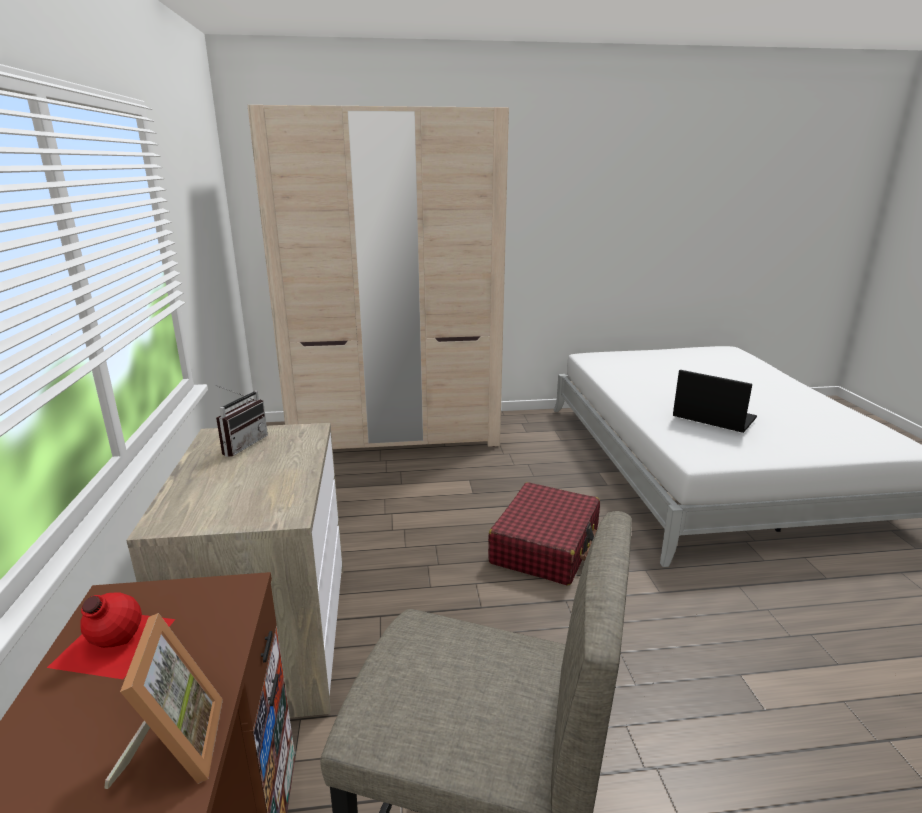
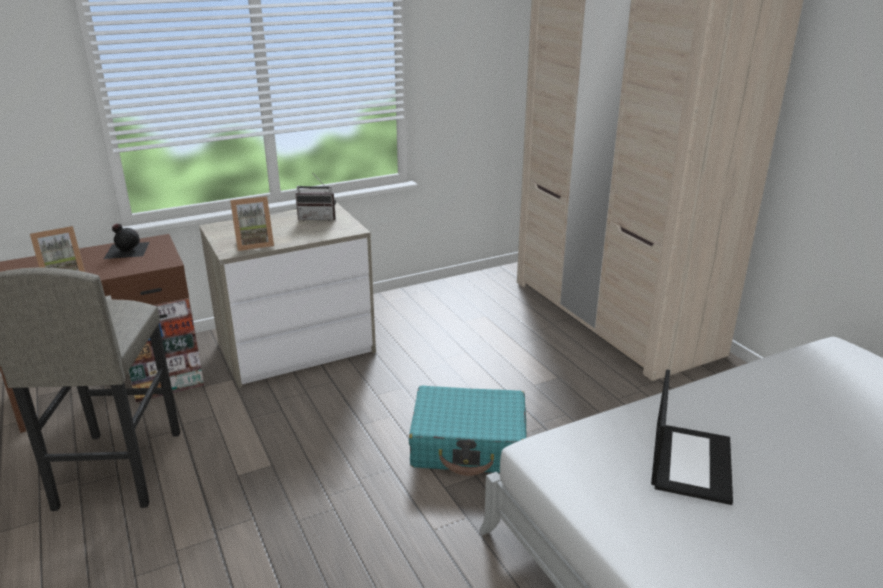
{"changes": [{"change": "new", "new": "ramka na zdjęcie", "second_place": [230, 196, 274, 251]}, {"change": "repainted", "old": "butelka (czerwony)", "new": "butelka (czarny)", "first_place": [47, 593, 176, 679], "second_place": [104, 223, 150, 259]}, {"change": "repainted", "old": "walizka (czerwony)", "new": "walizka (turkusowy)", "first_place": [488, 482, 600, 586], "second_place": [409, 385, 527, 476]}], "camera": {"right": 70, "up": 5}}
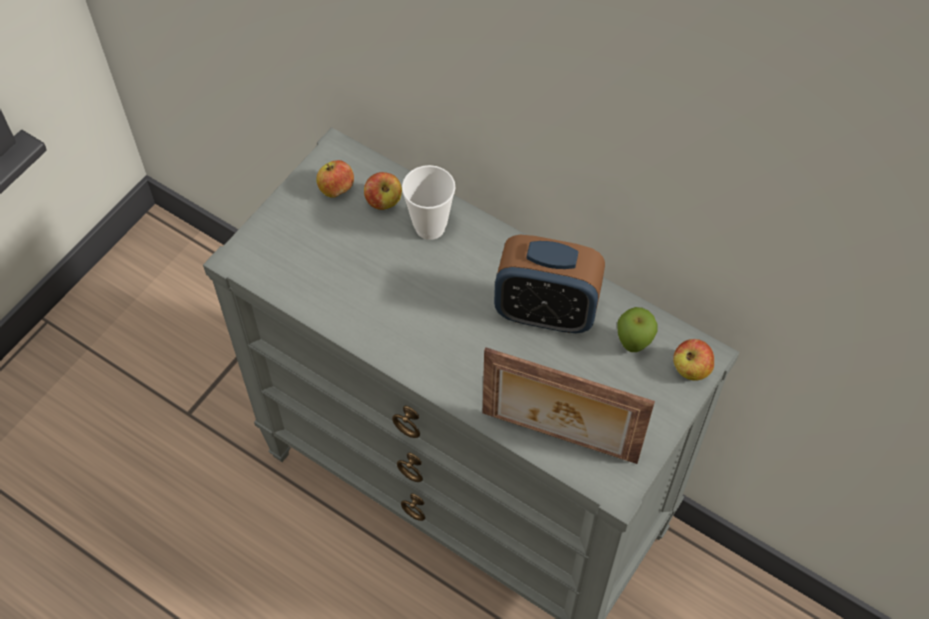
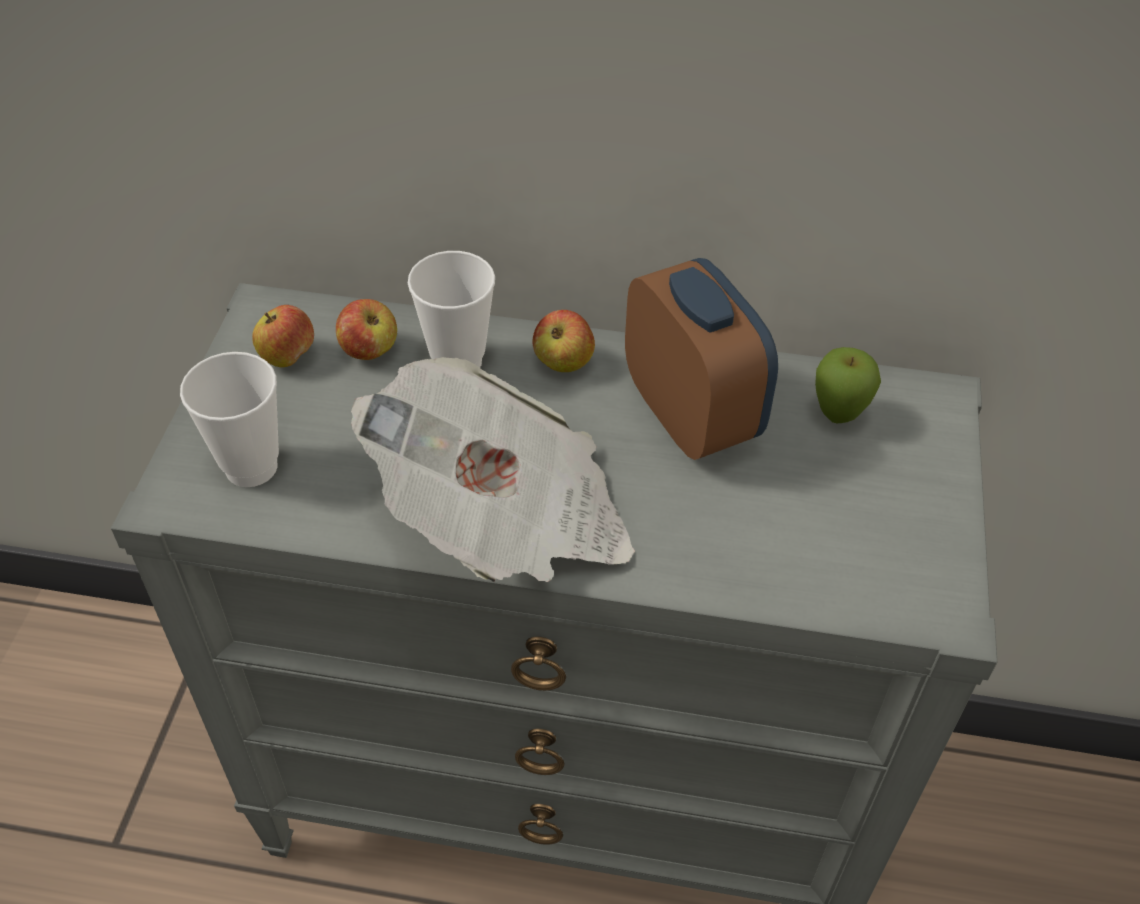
{"changes": [{"change": "gone", "old": "ramka na zdjęcie", "first_place": [483, 347, 655, 464]}, {"change": "new", "new": "filiżanka", "second_place": [180, 352, 279, 487]}, {"change": "new", "new": "gazeta", "second_place": [351, 357, 635, 582]}, {"change": "shifted", "old": "jabłko", "first_place": [673, 339, 714, 381], "second_place": [532, 310, 595, 372]}, {"change": "rotated", "old": "budzik", "first_place": [494, 234, 605, 333], "second_place": [625, 258, 778, 460], "degrees": -105}], "camera": {"right": -25, "up": -10}}
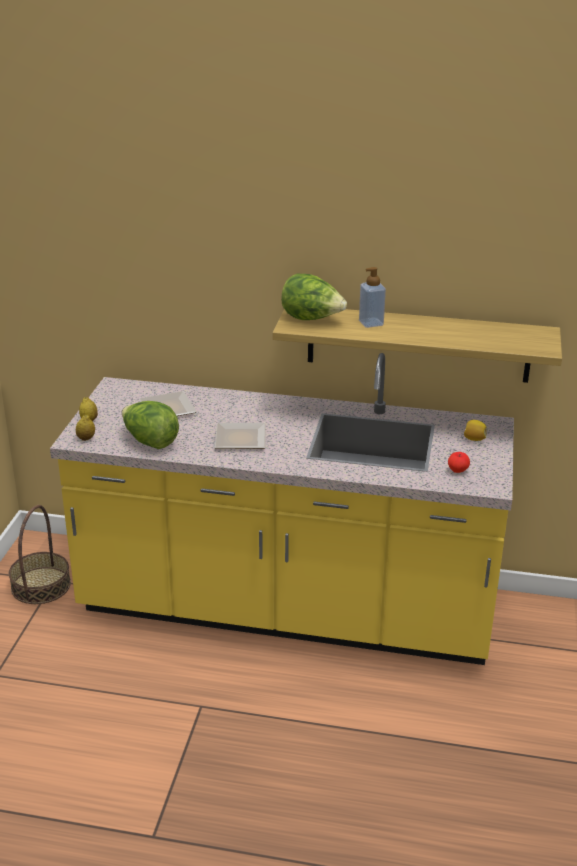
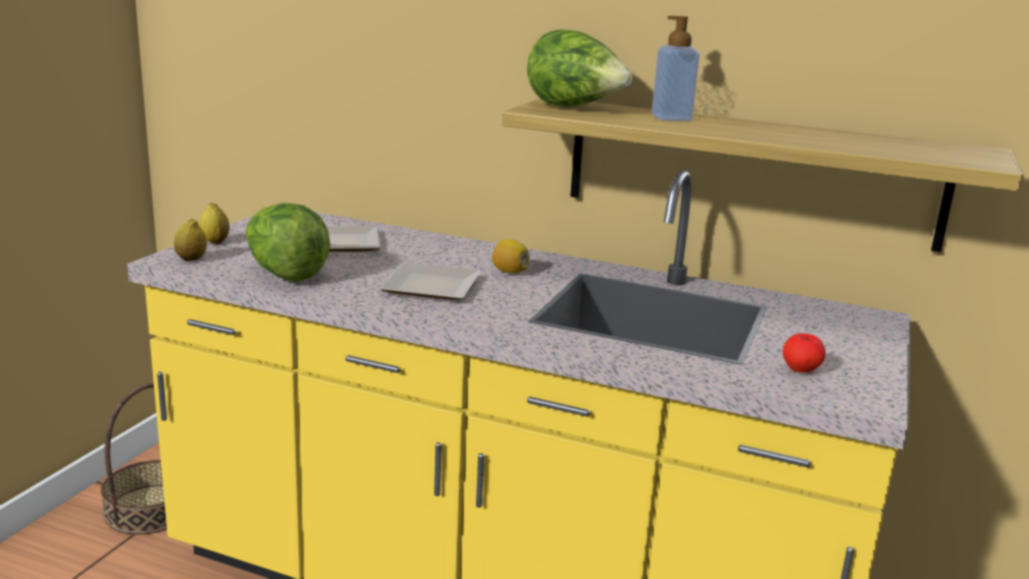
{"changes": [{"change": "shifted", "old": "cytryna", "first_place": [464, 420, 487, 441], "second_place": [492, 239, 530, 273]}], "camera": {"right": 10, "up": -10}}
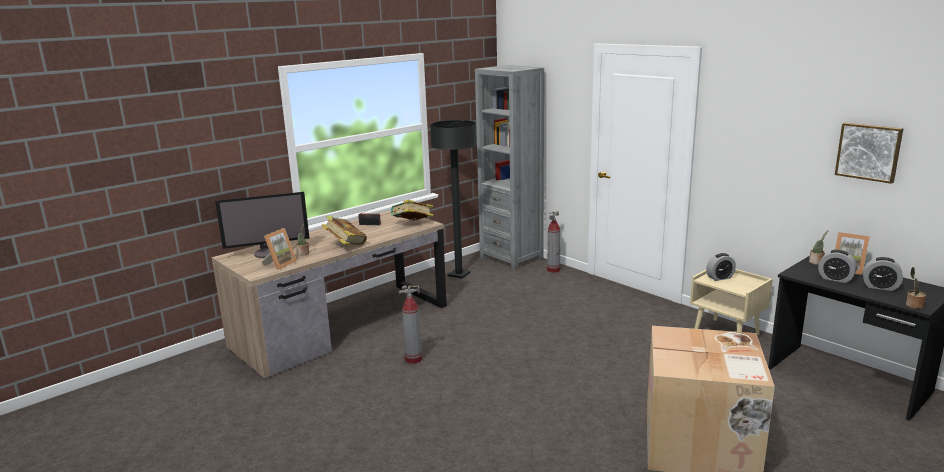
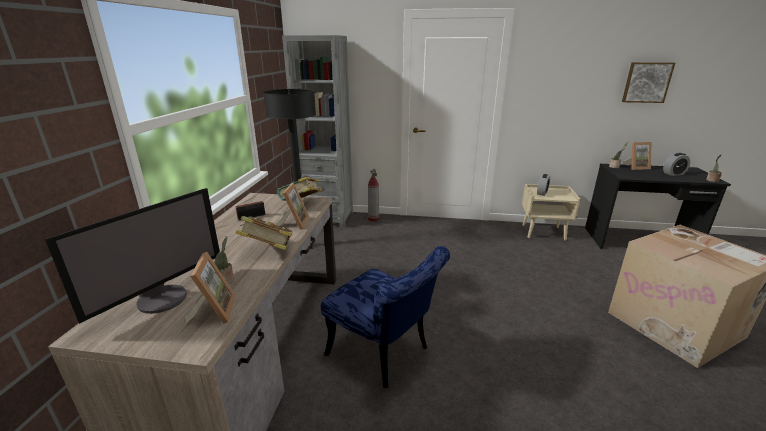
{"changes": [{"change": "gone", "old": "budzik", "first_place": [818, 250, 857, 283]}, {"change": "new", "new": "ramka na zdjęcie", "second_place": [276, 183, 309, 230]}, {"change": "swapped", "old": "gaśnica", "new": "krzesło (niebieski)", "first_place": [399, 285, 422, 364], "second_place": [321, 246, 450, 388]}], "camera": {"right": -40, "up": 5}}
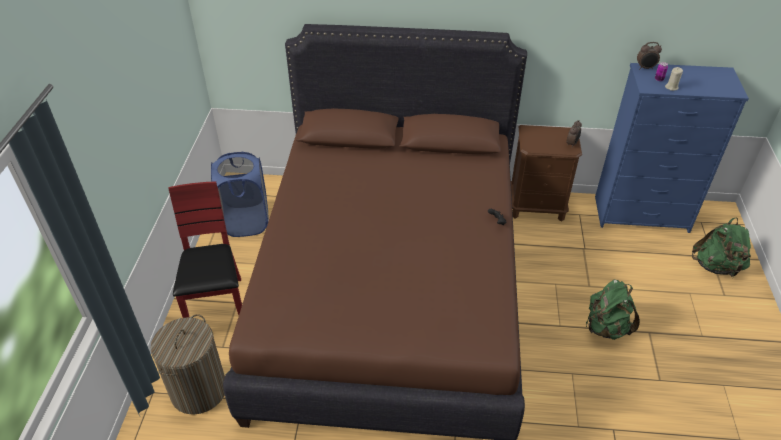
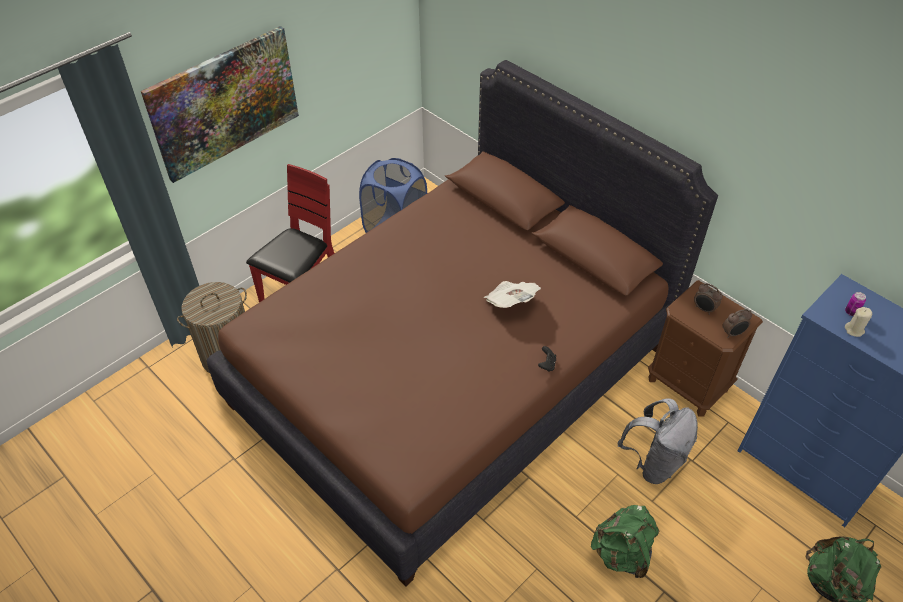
{"changes": [{"change": "new", "new": "obraz", "second_place": [141, 26, 299, 183]}, {"change": "new", "new": "gazeta", "second_place": [484, 281, 541, 308]}, {"change": "new", "new": "plecak (szary)", "second_place": [618, 398, 698, 484]}, {"change": "shifted", "old": "budzik", "first_place": [637, 42, 662, 69], "second_place": [694, 283, 723, 315]}], "camera": {"right": 40, "up": 5}}
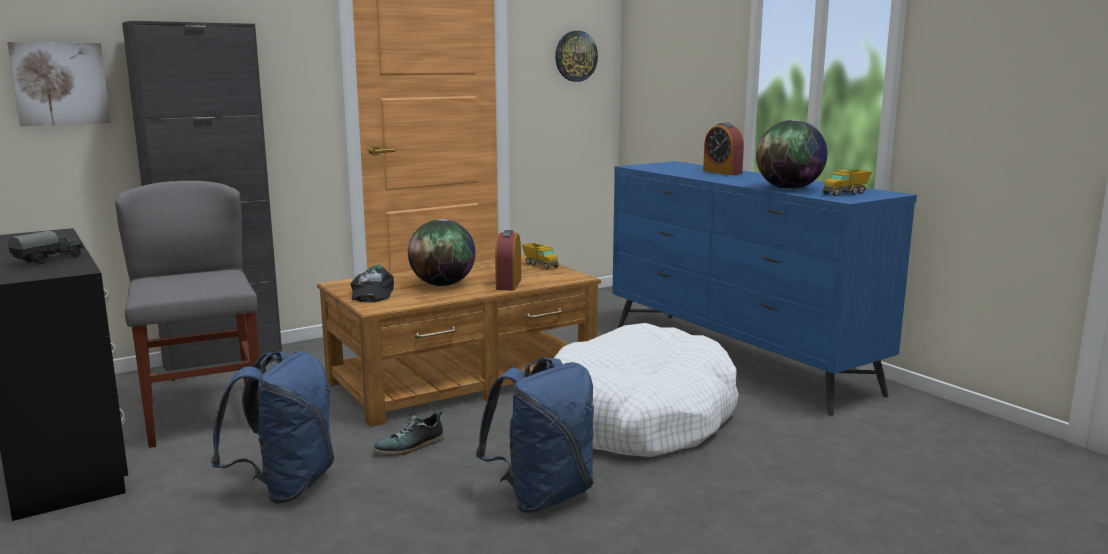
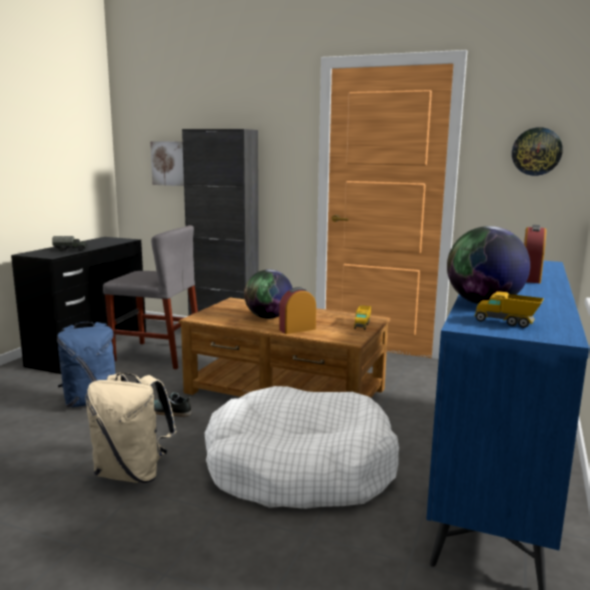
{"changes": [{"change": "gone", "old": "czapka z daszkiem (czarny)", "first_place": [351, 265, 394, 302]}, {"change": "repainted", "old": "plecak (niebieski)", "new": "plecak (beżowy)", "first_place": [476, 358, 594, 513], "second_place": [86, 373, 177, 483]}, {"change": "rotated", "old": "krzesło (szary)", "first_place": [115, 181, 260, 448], "second_place": [103, 225, 198, 369], "degrees": 75}], "camera": {"right": 55, "up": 0}}
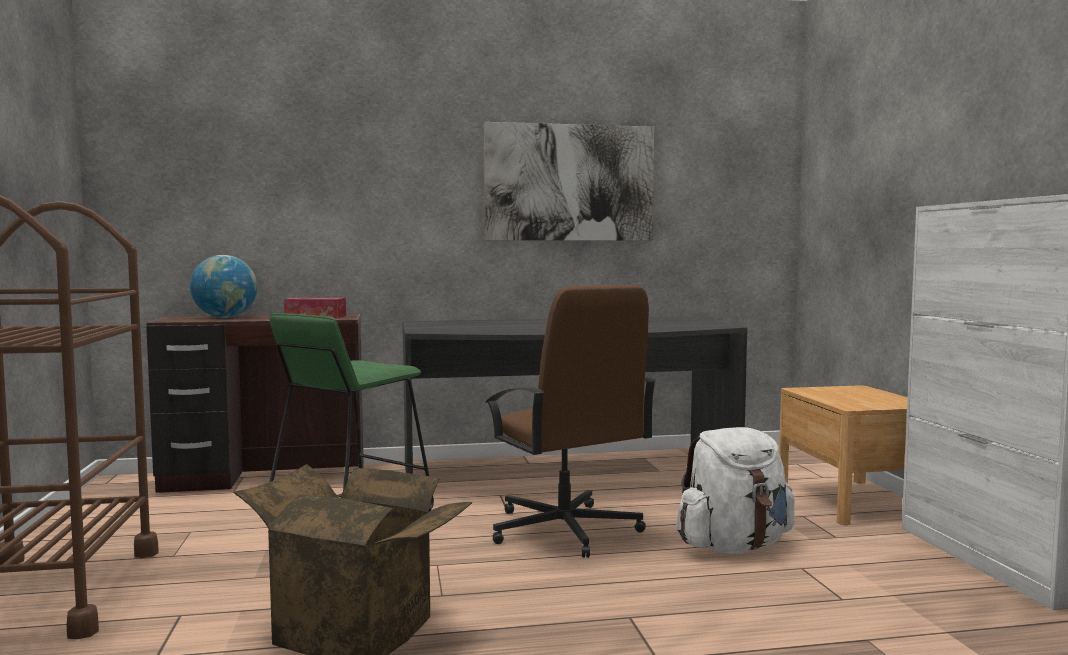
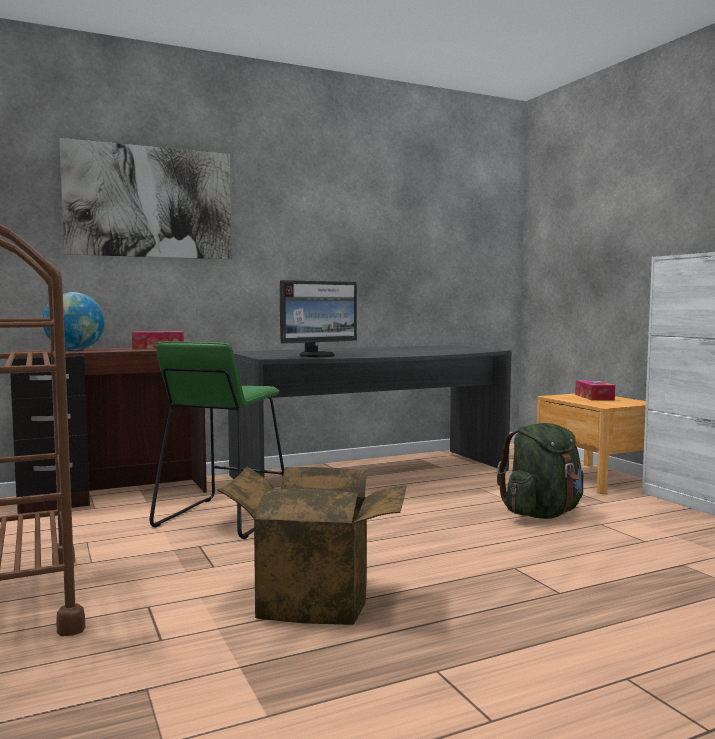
{"changes": [{"change": "gone", "old": "krzesło biurowe (brązowy)", "first_place": [485, 285, 657, 558]}, {"change": "new", "new": "monitor", "second_place": [280, 280, 357, 357]}, {"change": "new", "new": "pudełko chusteczek", "second_place": [575, 380, 615, 401]}, {"change": "shifted", "old": "obraz", "first_place": [484, 122, 654, 241], "second_place": [59, 138, 232, 259]}, {"change": "repainted", "old": "plecak (biały)", "new": "plecak (zielony)", "first_place": [676, 427, 795, 554], "second_place": [497, 423, 583, 519]}], "camera": {"right": -15, "up": 0}}
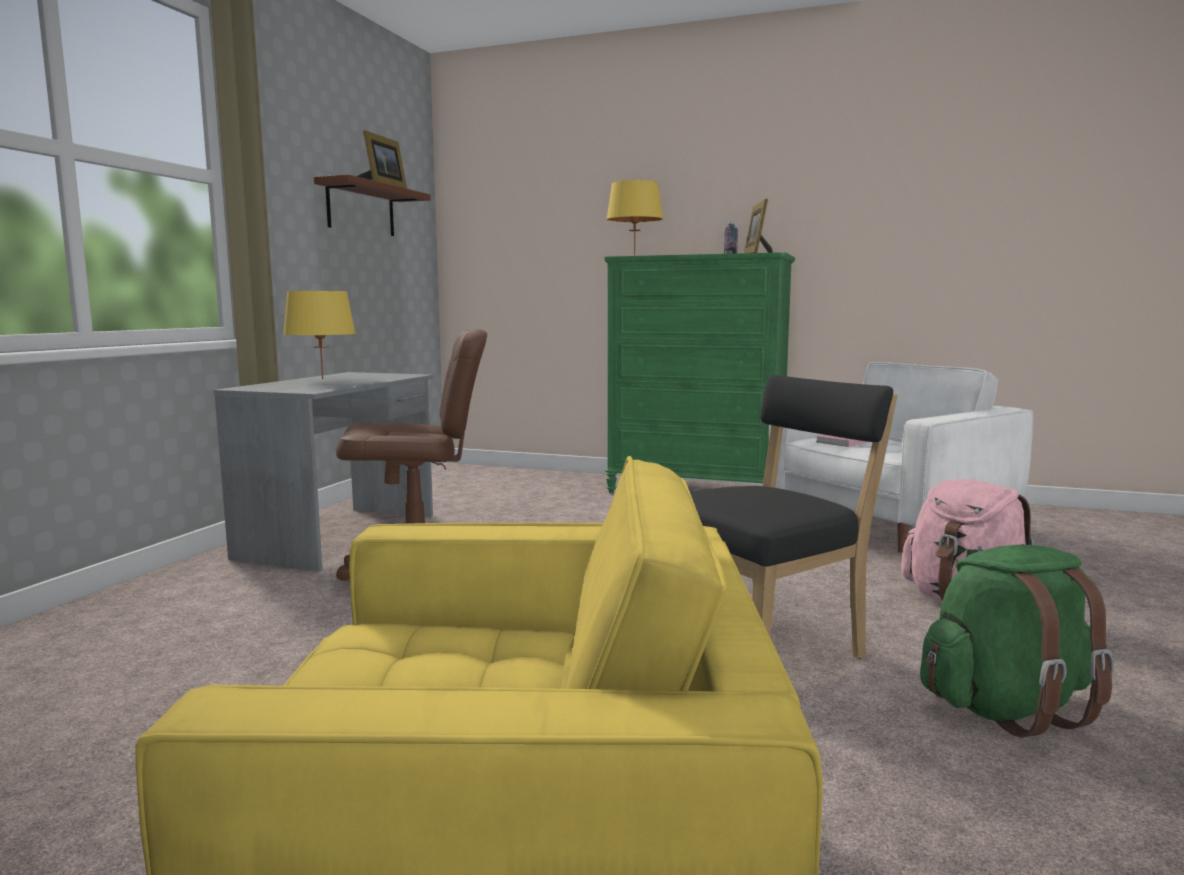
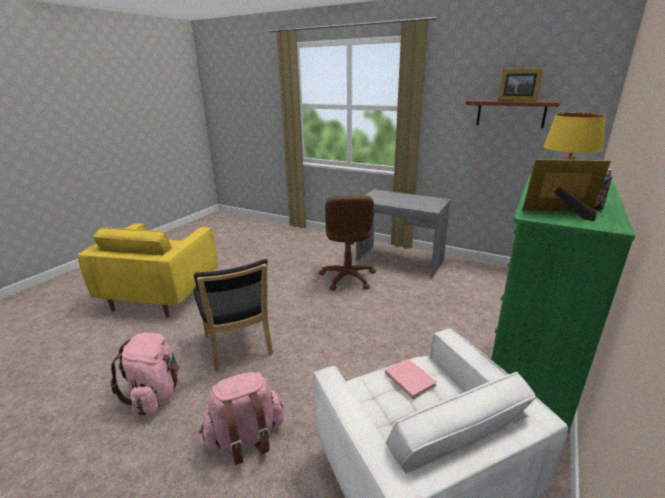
{"changes": [{"change": "gone", "old": "lampa stołowa (żółty)", "first_place": [283, 291, 356, 379]}, {"change": "repainted", "old": "plecak (zielony)", "new": "plecak (różowy)", "first_place": [920, 545, 1114, 737], "second_place": [110, 333, 180, 416]}], "camera": {"right": 100, "up": 15}}
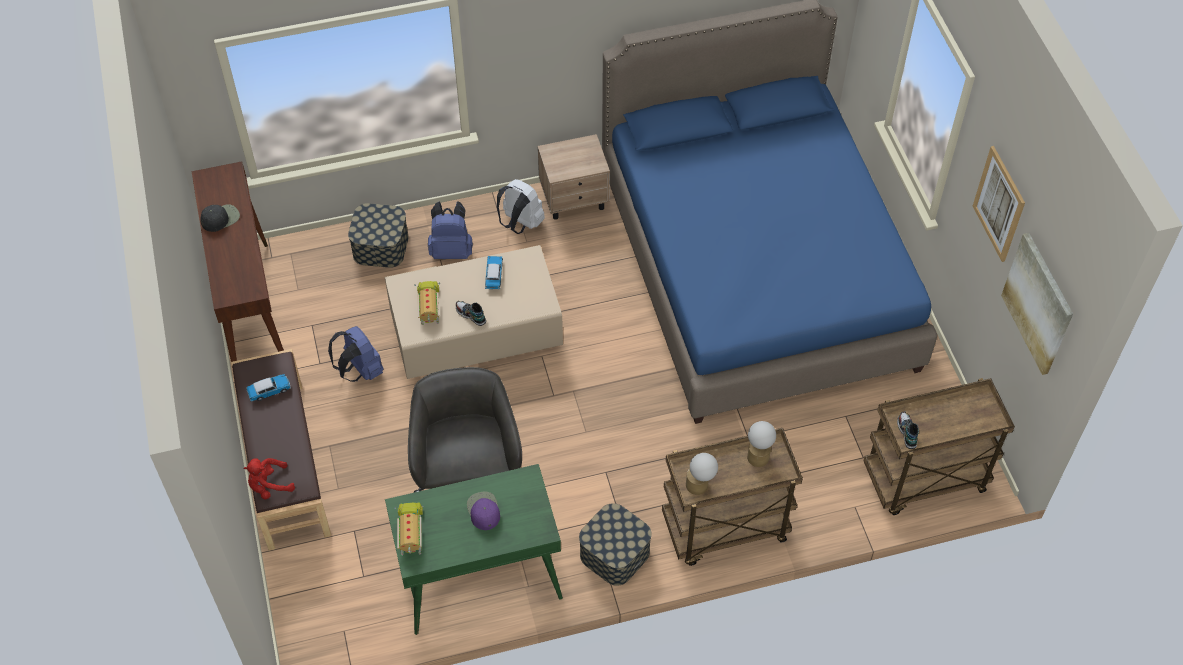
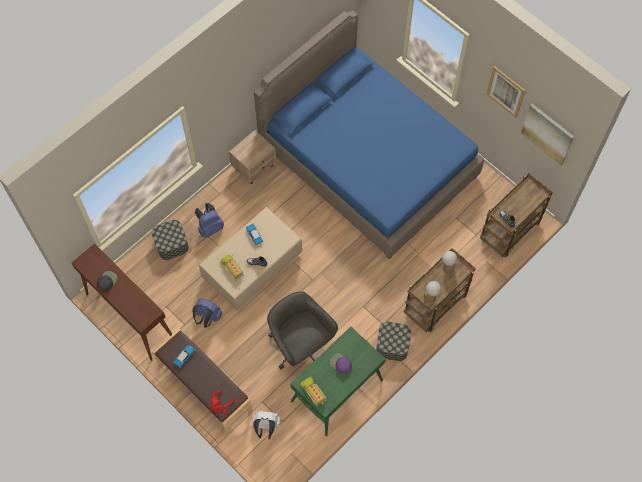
{"changes": [{"change": "shifted", "old": "plecak (biały)", "first_place": [497, 179, 545, 234], "second_place": [252, 411, 281, 439]}], "camera": {"right": -30, "up": 10}}
